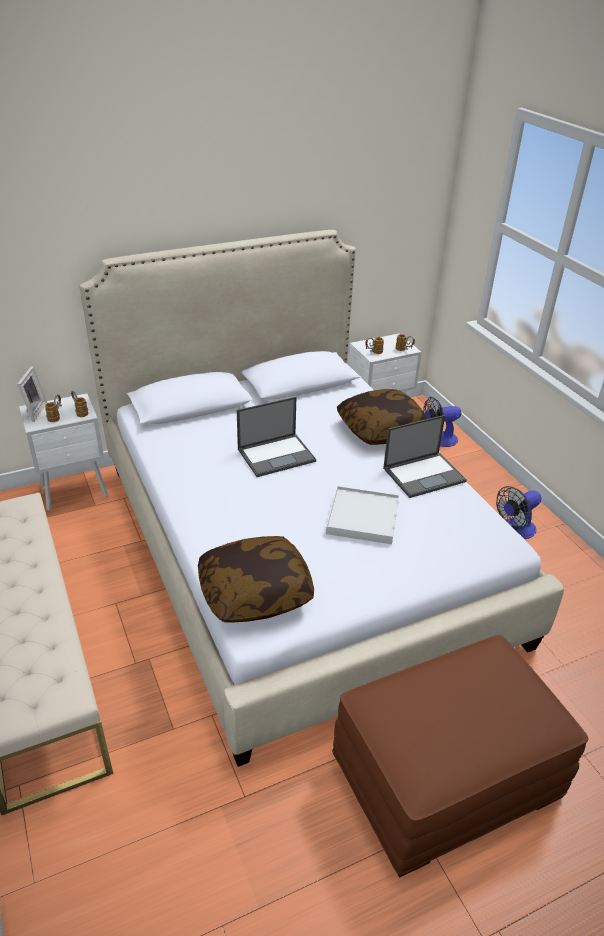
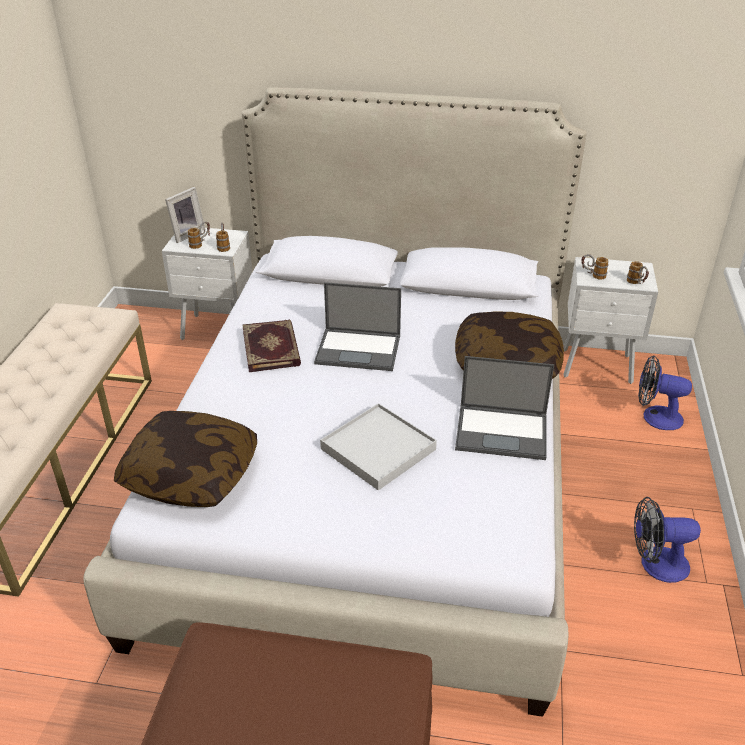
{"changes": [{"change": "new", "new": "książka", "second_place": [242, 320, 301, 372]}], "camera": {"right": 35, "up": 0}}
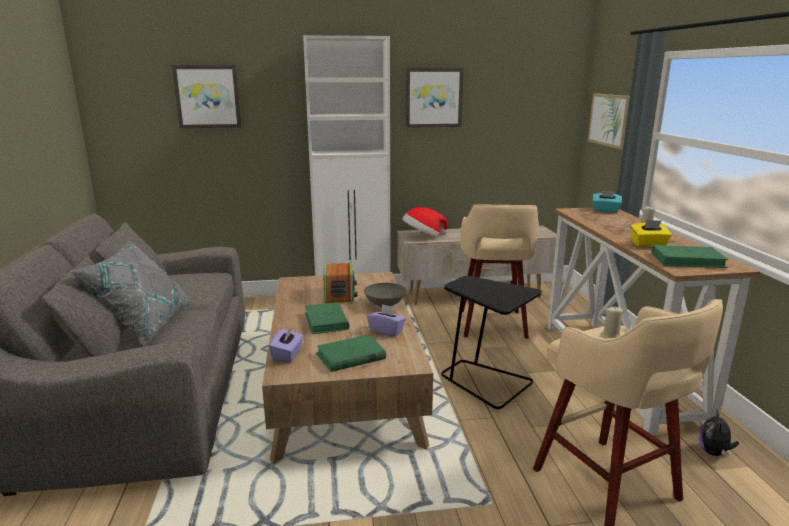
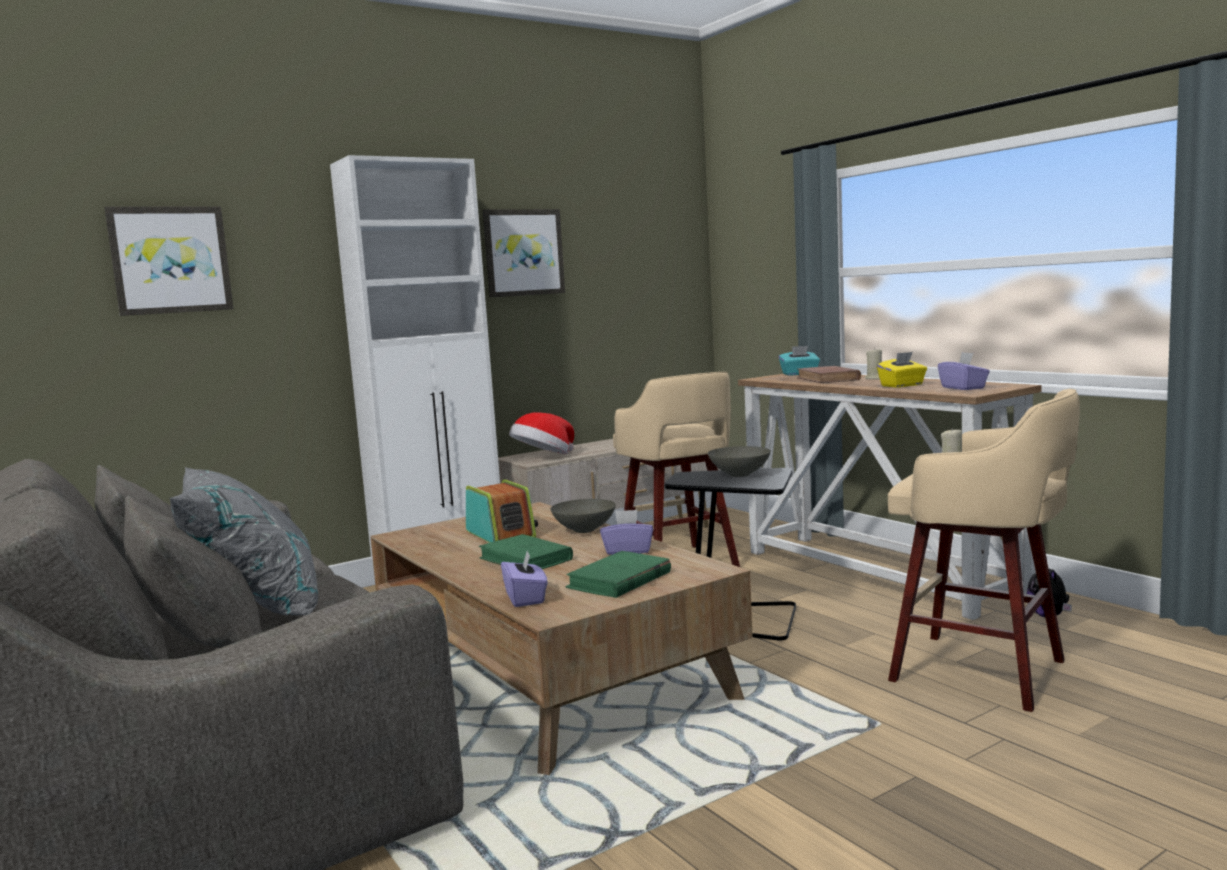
{"changes": [{"change": "gone", "old": "obraz", "first_place": [588, 94, 630, 150]}, {"change": "new", "new": "miska (szary)", "second_place": [708, 446, 771, 477]}, {"change": "new", "new": "książka (brązowy)", "second_place": [797, 366, 861, 383]}, {"change": "swapped", "old": "książka (zielony)", "new": "pudełko chusteczek (fioletowy)", "first_place": [652, 245, 728, 268], "second_place": [938, 352, 990, 390]}], "camera": {"right": -25, "up": -10}}
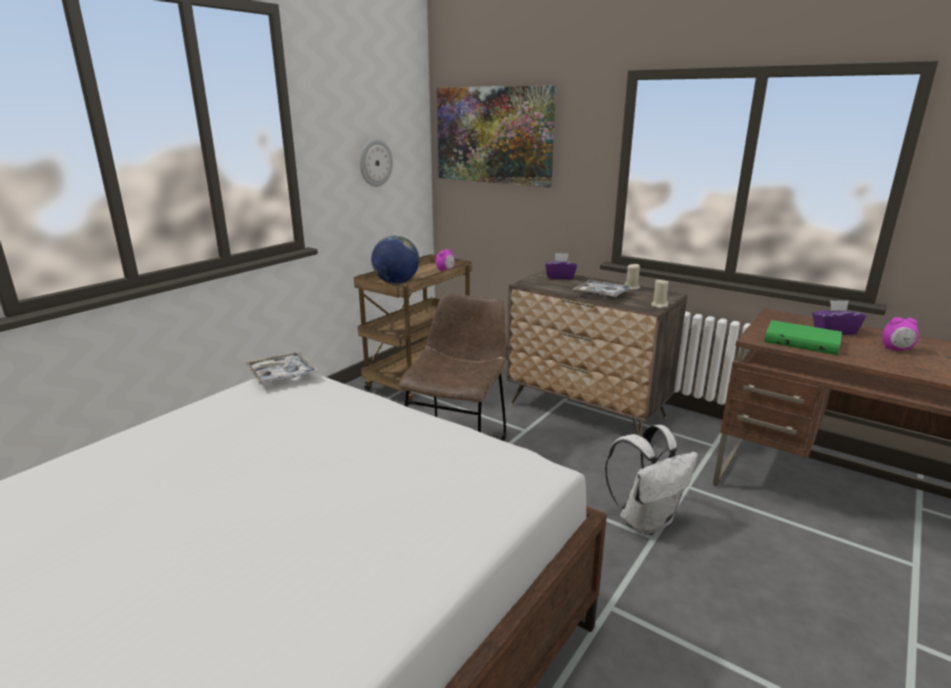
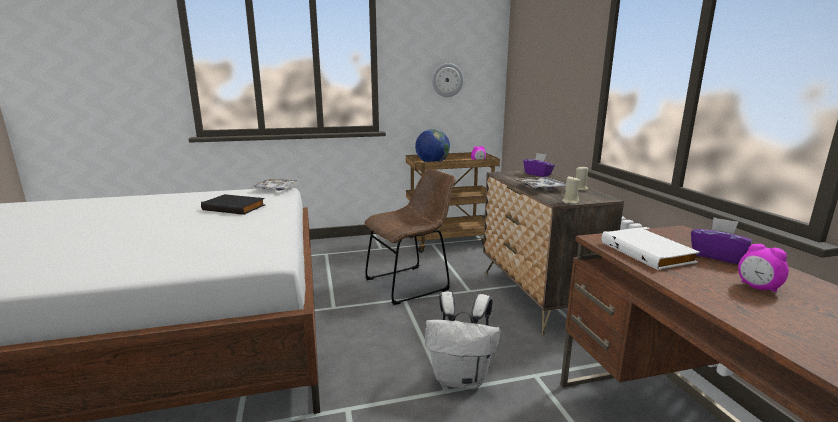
{"changes": [{"change": "gone", "old": "obraz", "first_place": [437, 86, 556, 188]}, {"change": "new", "new": "książka (czarny)", "second_place": [201, 194, 265, 215]}, {"change": "repainted", "old": "książka (zielony)", "new": "książka (biały)", "first_place": [764, 320, 842, 355], "second_place": [601, 227, 700, 270]}], "camera": {"right": 40, "up": -5}}
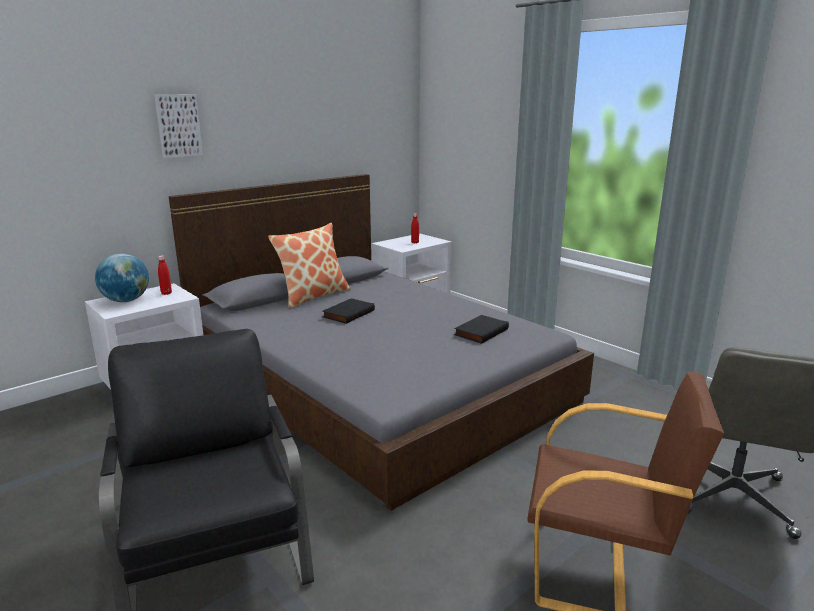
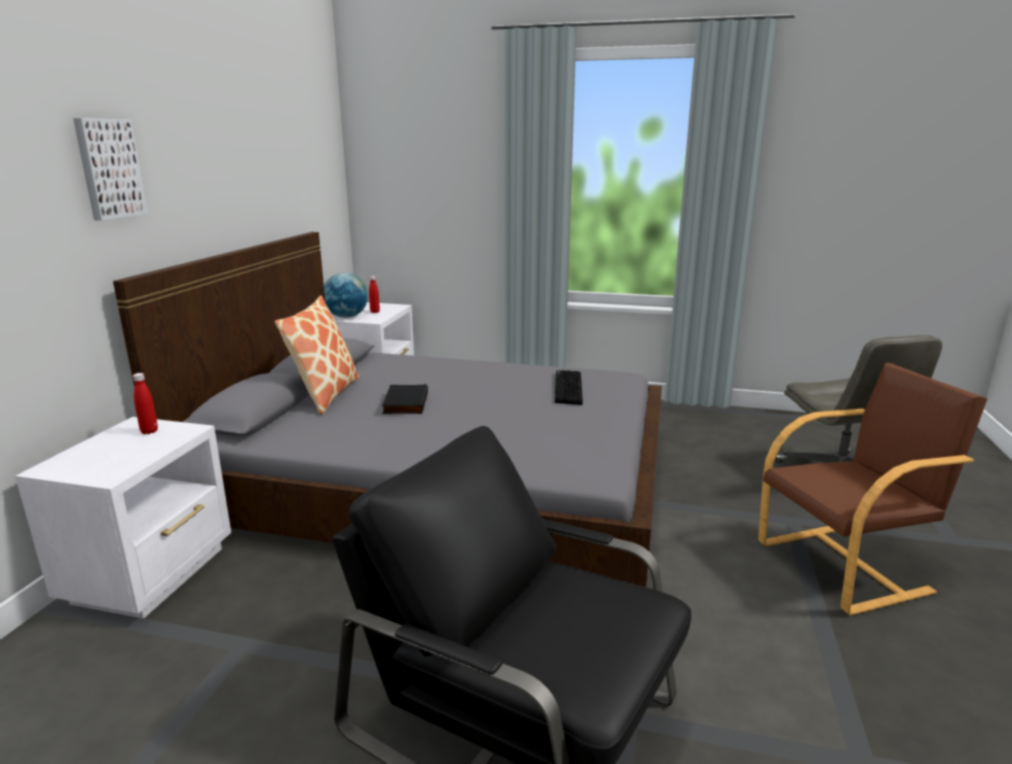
{"changes": [{"change": "shifted", "old": "globus", "first_place": [95, 253, 149, 302], "second_place": [324, 273, 368, 318]}, {"change": "swapped", "old": "książka (czarny)", "new": "klawiatura", "first_place": [454, 315, 509, 344], "second_place": [555, 370, 583, 405]}], "camera": {"right": -35, "up": 0}}
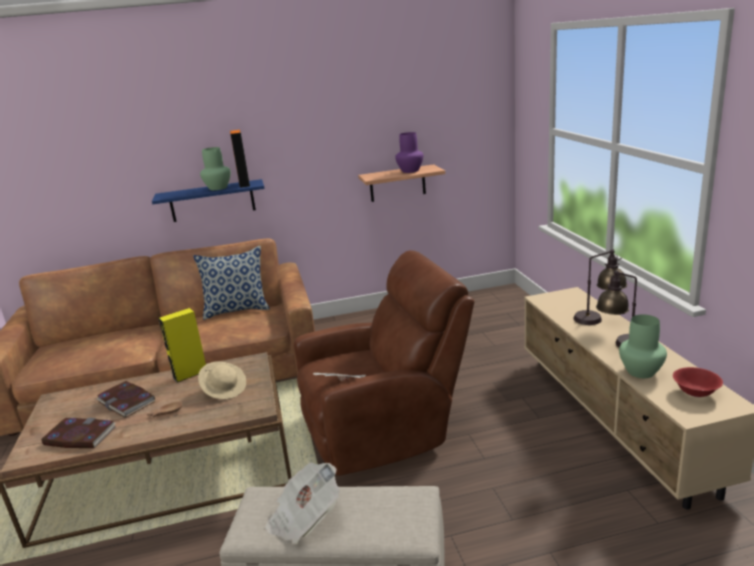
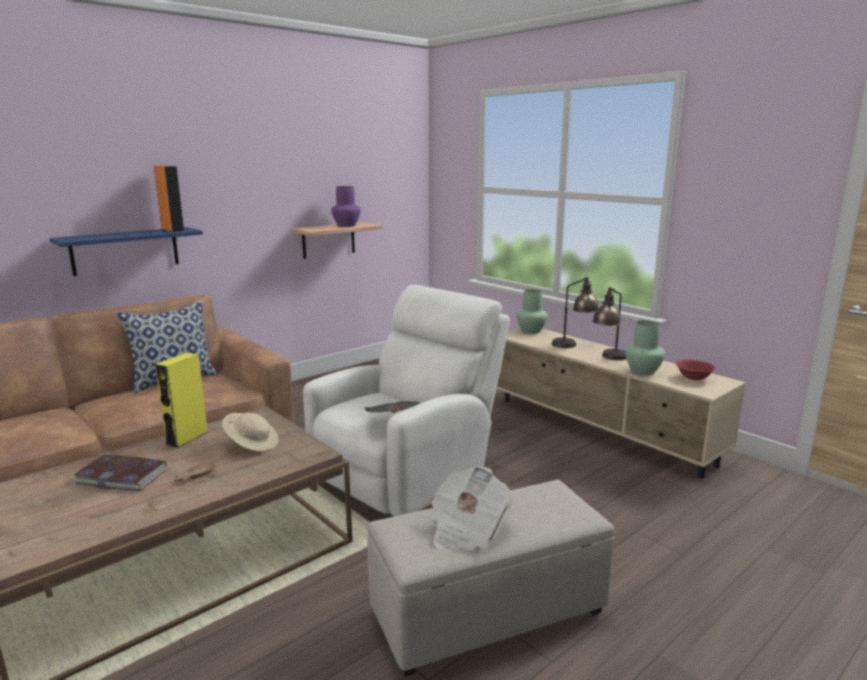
{"changes": [{"change": "gone", "old": "książka", "first_place": [41, 418, 116, 448]}, {"change": "shifted", "old": "wazon (zielony)", "first_place": [200, 147, 231, 190], "second_place": [516, 289, 548, 334]}, {"change": "repainted", "old": "fotel (brązowy)", "new": "fotel (biały)", "first_place": [294, 250, 474, 476], "second_place": [303, 285, 510, 516]}], "camera": {"right": -30, "up": -5}}
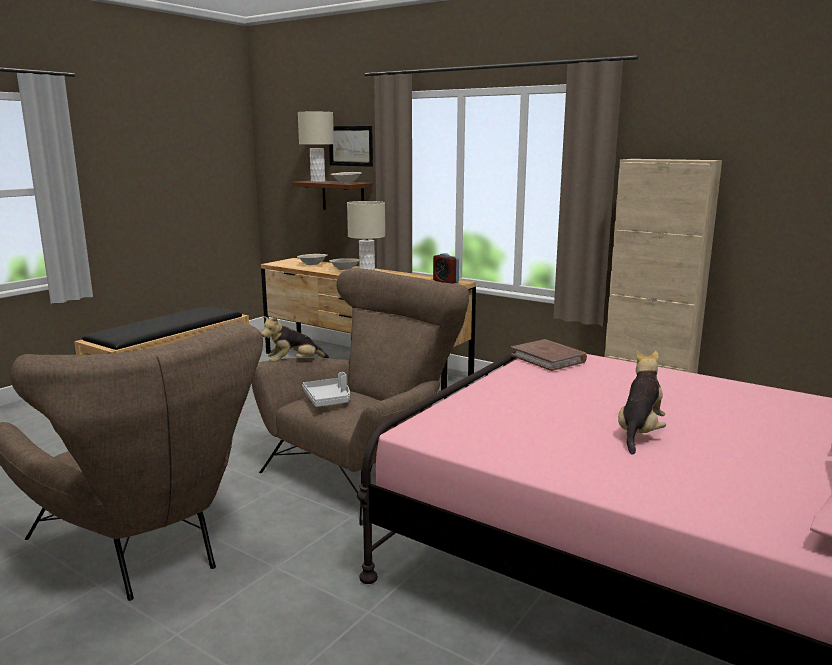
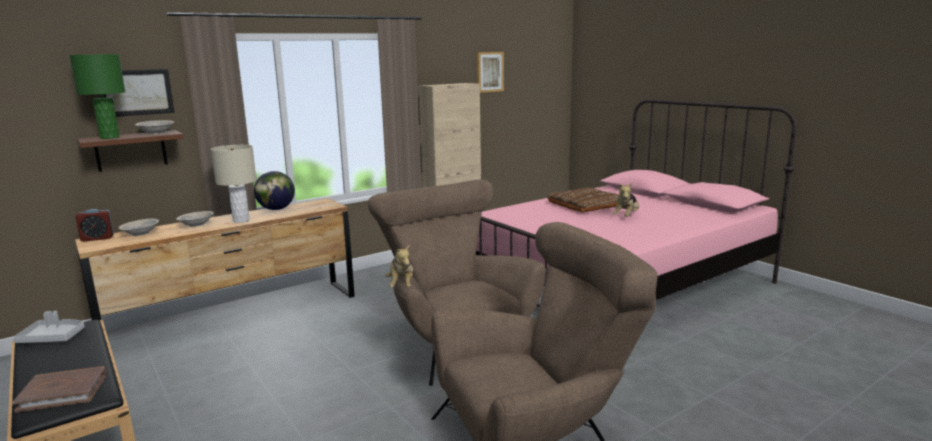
{"changes": [{"change": "new", "new": "globus", "second_place": [254, 171, 295, 210]}, {"change": "new", "new": "obraz", "second_place": [477, 52, 504, 93]}, {"change": "new", "new": "poduszka (brązowy)", "second_place": [547, 187, 619, 212]}, {"change": "shifted", "old": "taca (szary)", "first_place": [302, 372, 350, 407], "second_place": [13, 311, 85, 343]}, {"change": "shifted", "old": "budzik", "first_place": [433, 253, 459, 284], "second_place": [76, 209, 114, 242]}, {"change": "shifted", "old": "książka (brązowy)", "first_place": [511, 339, 587, 371], "second_place": [12, 366, 107, 413]}, {"change": "repainted", "old": "lampa stołowa (beżowy)", "new": "lampa stołowa (zielony)", "first_place": [298, 112, 334, 182], "second_place": [69, 54, 125, 139]}, {"change": "rotated", "old": "pluszak", "first_place": [618, 350, 666, 455], "second_place": [613, 183, 639, 217], "degrees": -105}], "camera": {"right": -70, "up": 0}}
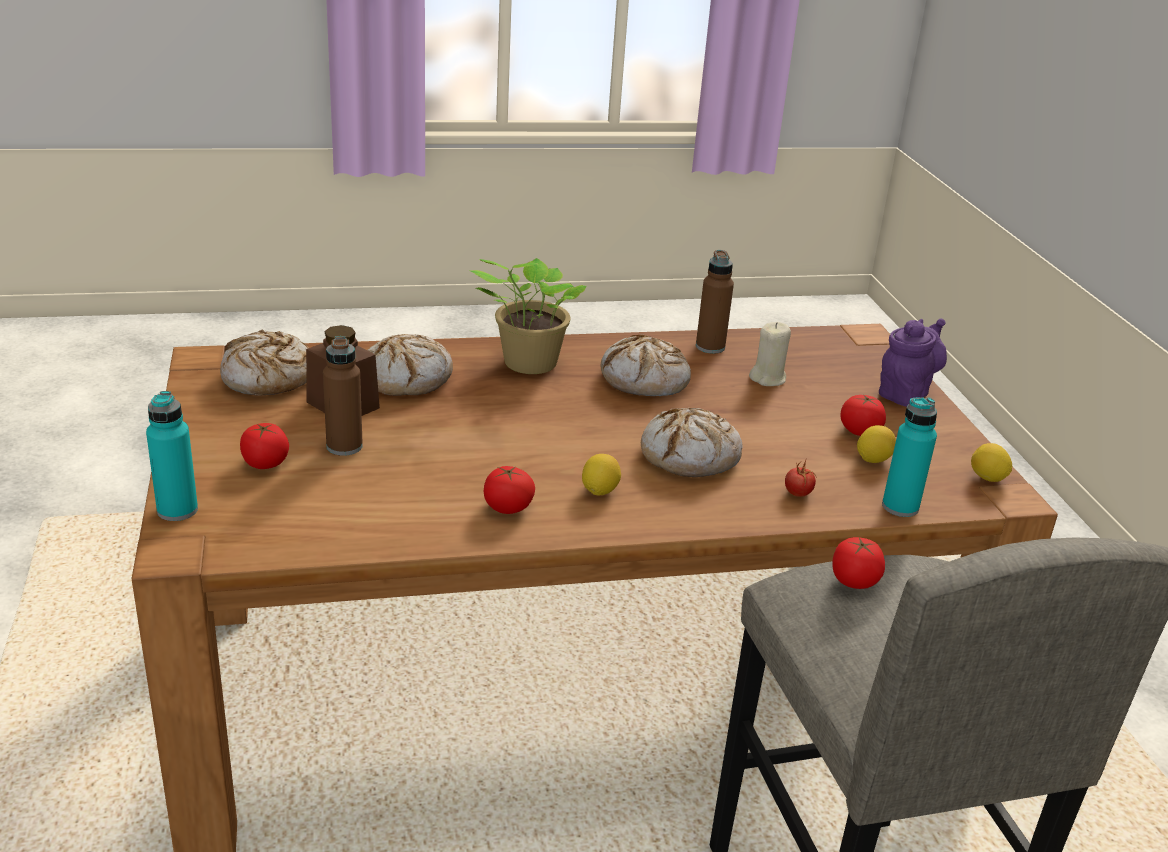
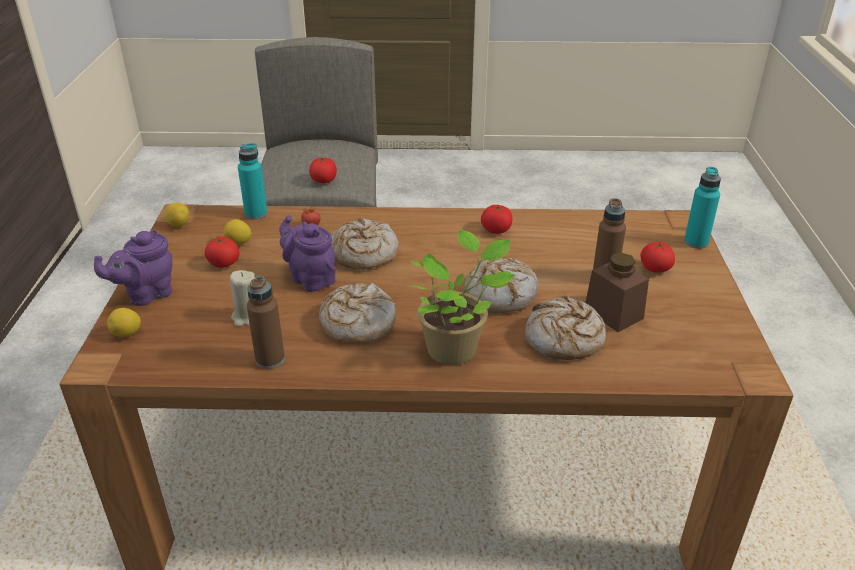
{"changes": [{"change": "new", "new": "imbryk (fioletowy)", "second_place": [279, 216, 336, 292]}, {"change": "shifted", "old": "chleb", "first_place": [220, 330, 309, 396], "second_place": [465, 258, 538, 313]}, {"change": "shifted", "old": "cytryna", "first_place": [582, 454, 621, 496], "second_place": [107, 308, 141, 337]}], "camera": {"right": -165, "up": 5}}
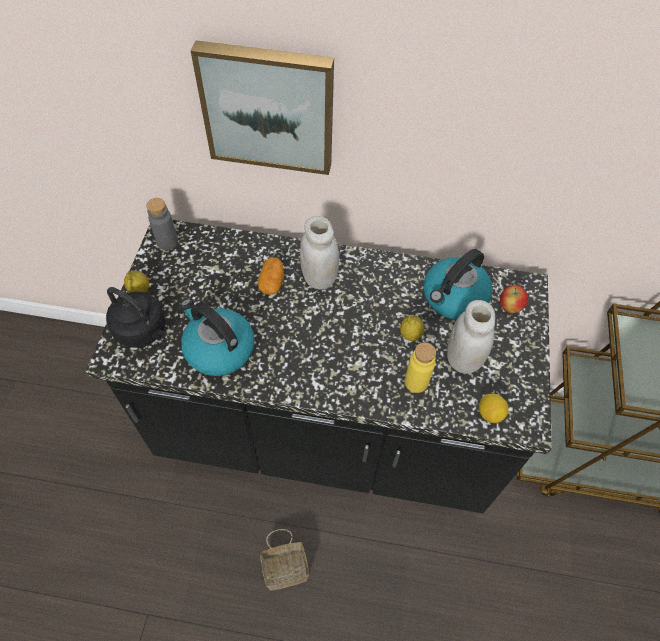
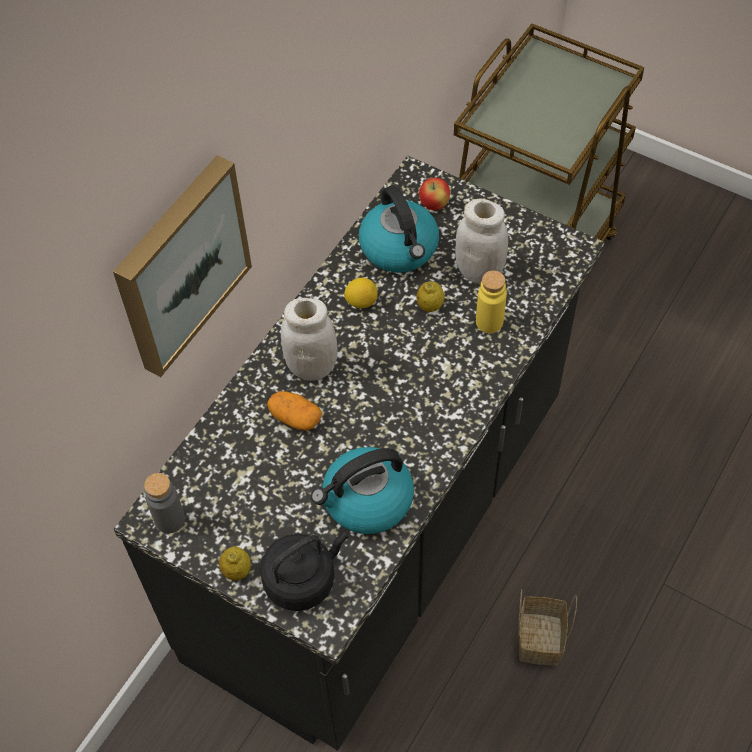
{"changes": [{"change": "shifted", "old": "cytryna", "first_place": [479, 394, 509, 423], "second_place": [344, 278, 377, 308]}], "camera": {"right": -65, "up": 0}}
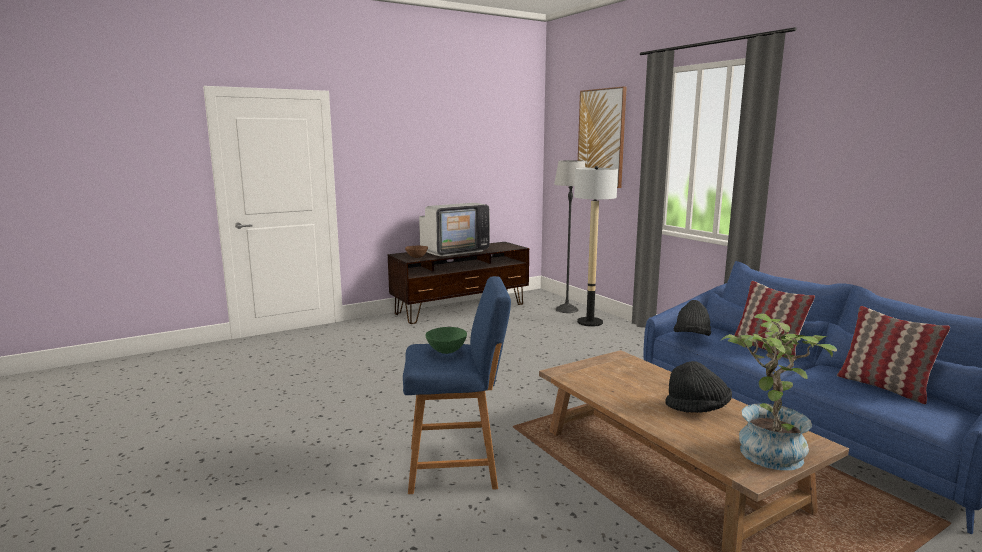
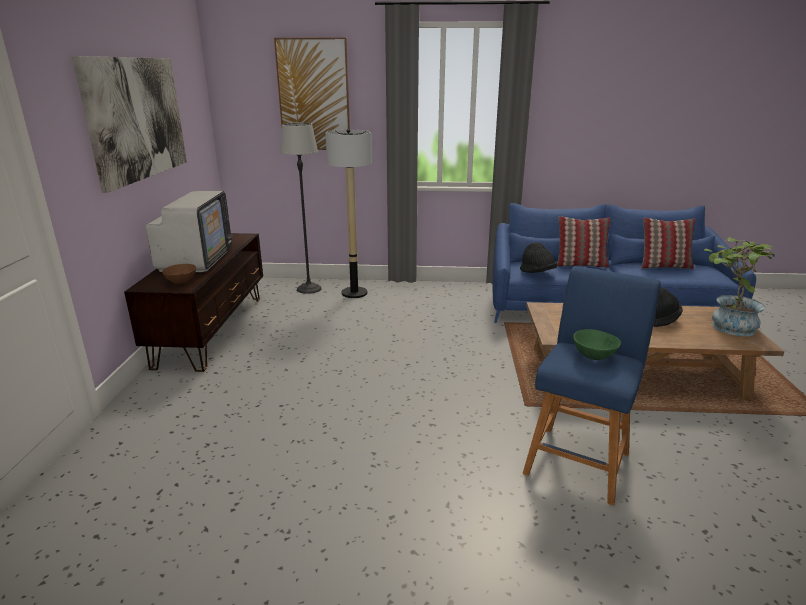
{"changes": [{"change": "new", "new": "obraz", "second_place": [72, 56, 187, 193]}], "camera": {"right": -55, "up": 10}}
